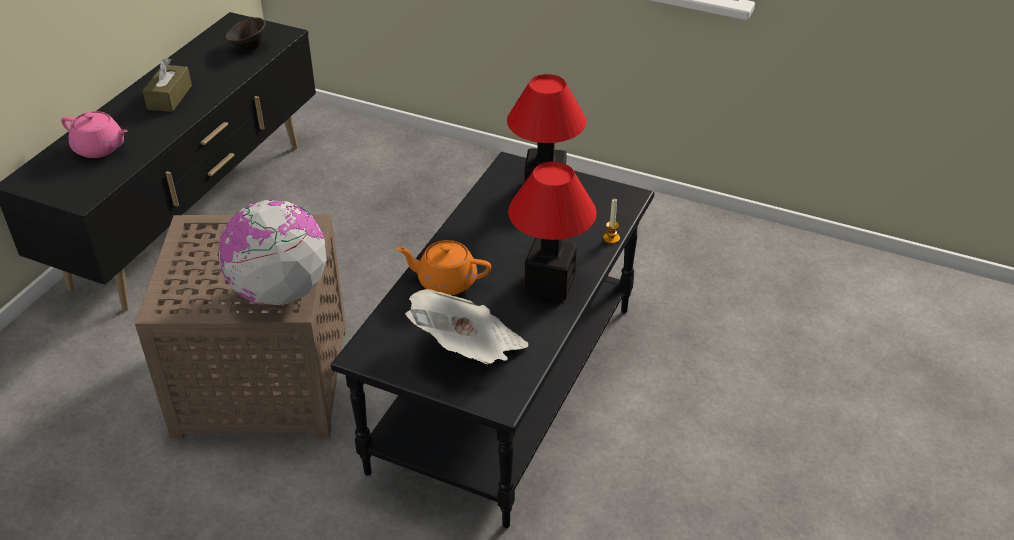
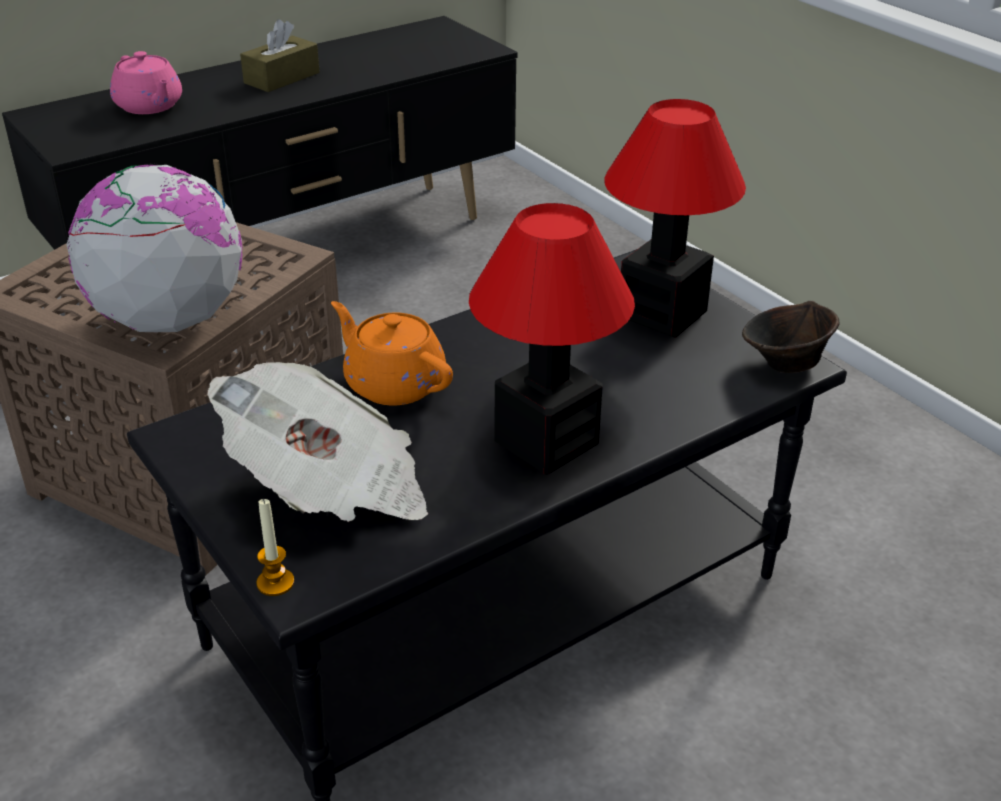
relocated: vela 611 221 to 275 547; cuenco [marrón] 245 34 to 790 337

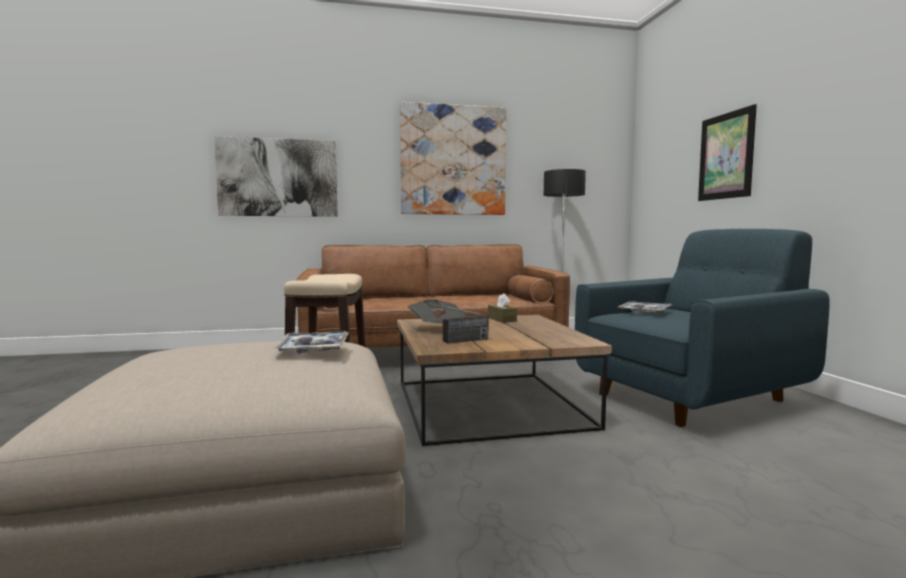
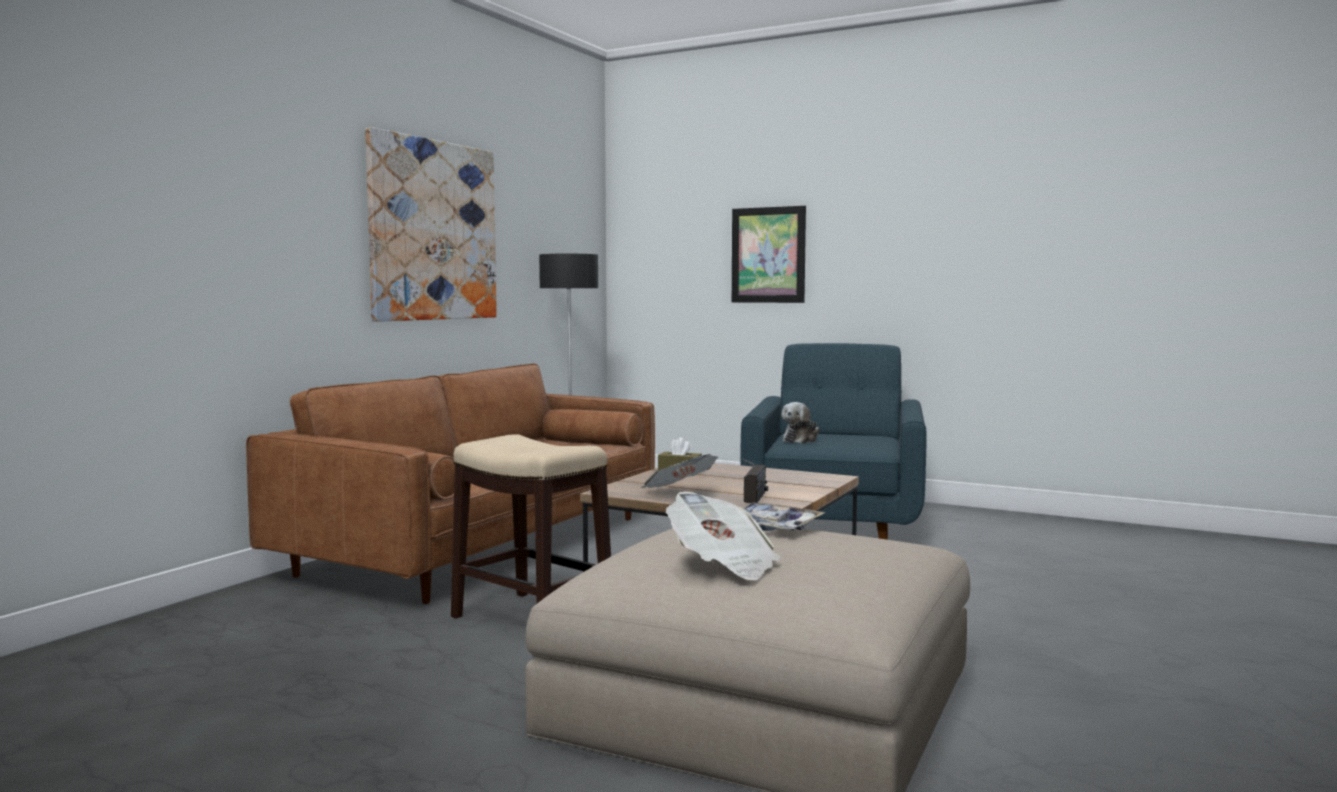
missing: cuadro 276 176
appeared: periódico 723 536
exchanged: bandeja 645 307 to peluche 800 422

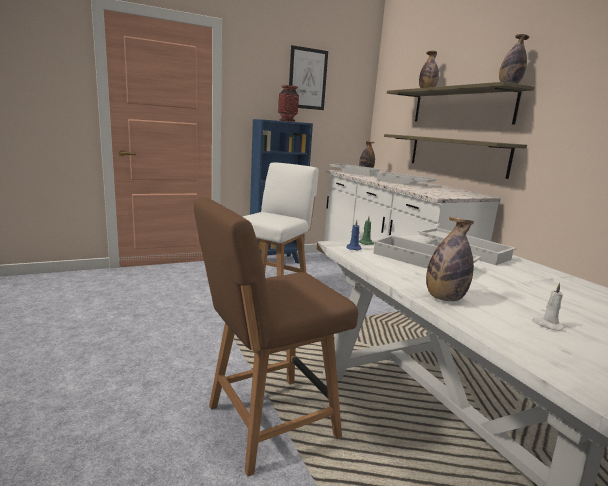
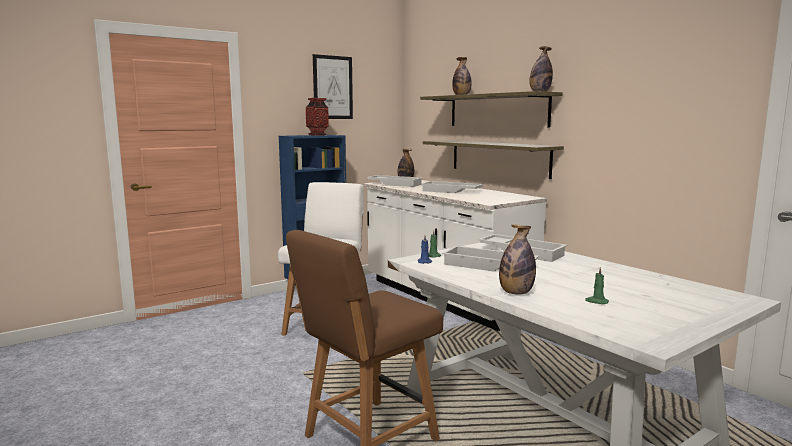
colour: vela [blanco] 548 307 to vela [verde] 597 285

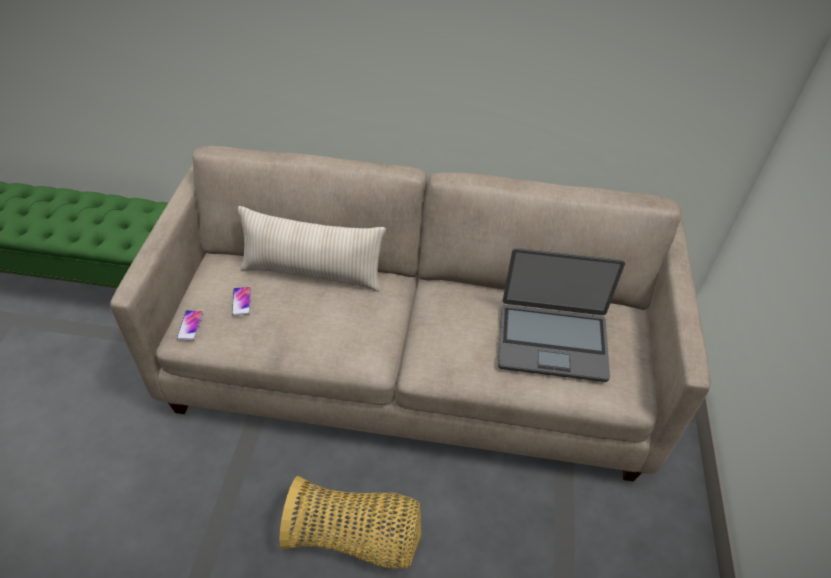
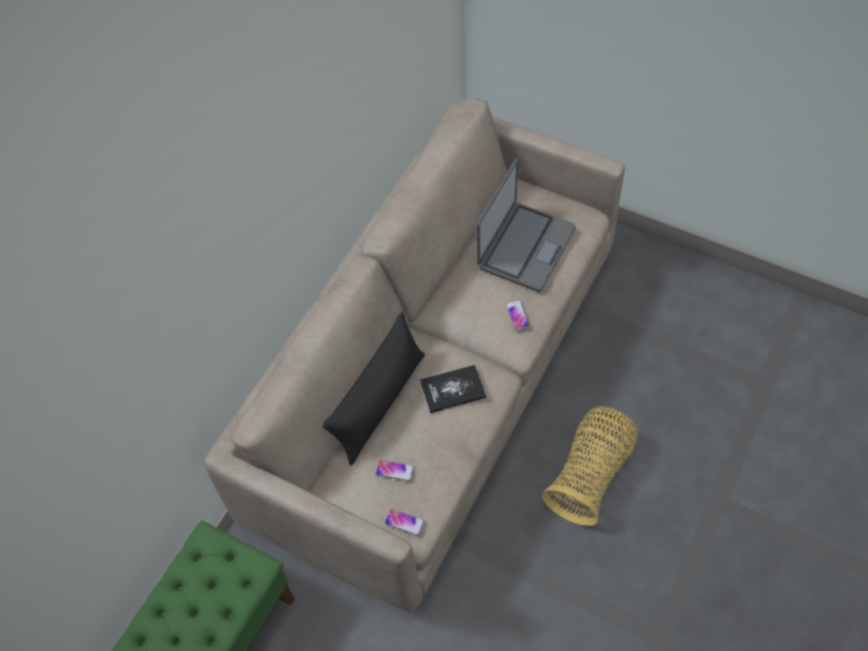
appeared: libro 453 389; móvil 517 315
colour: cojín [beis] 312 249 to cojín [negro] 374 389

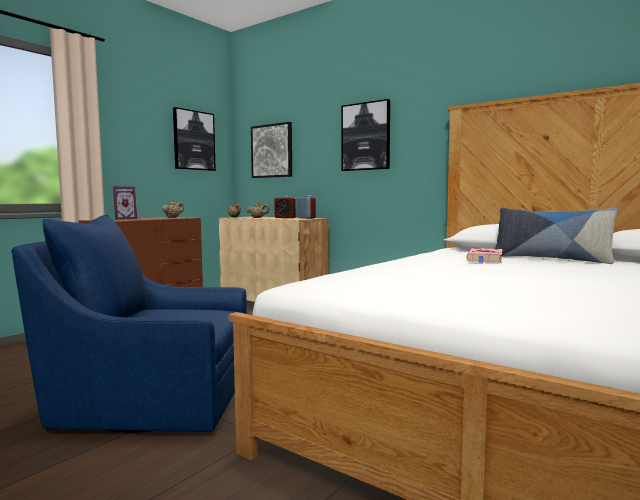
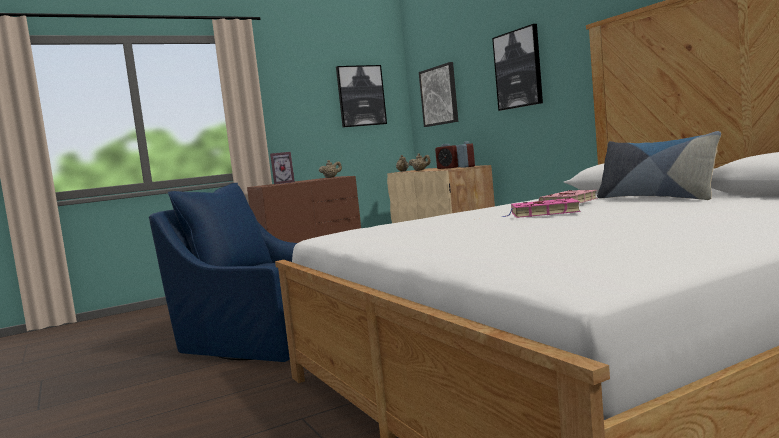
appeared: libro [rosa] 540 208

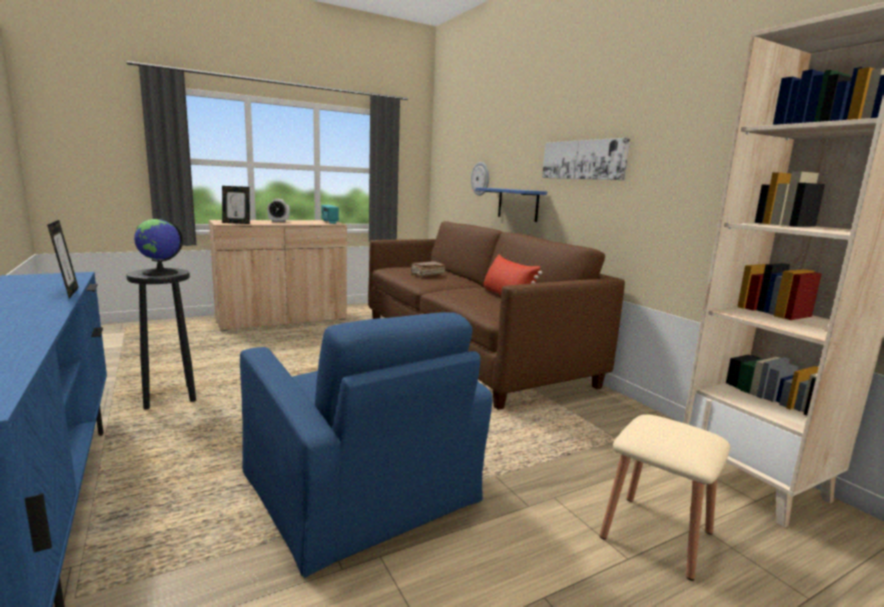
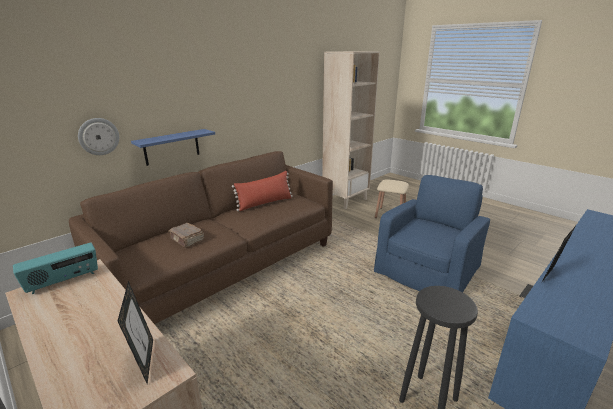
missing: globo terráqueo 158 247; despertador 278 210; cuadro 586 159

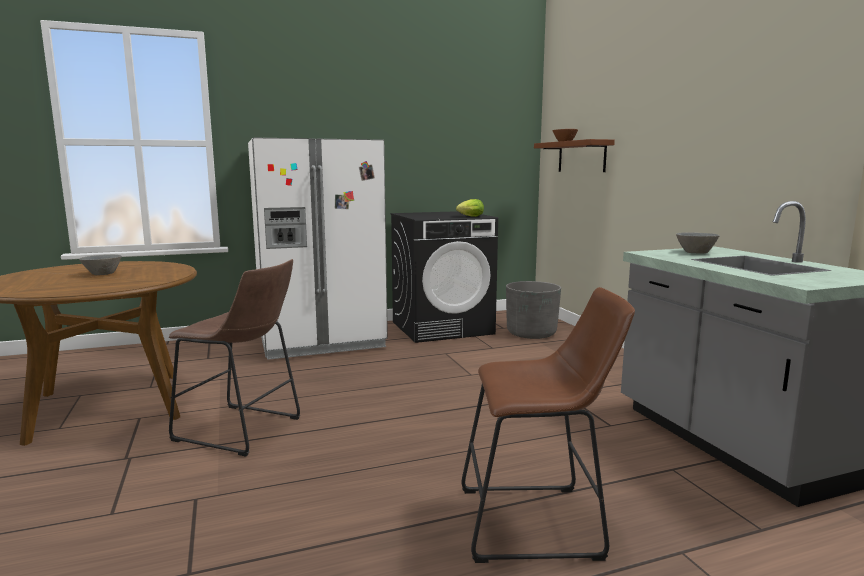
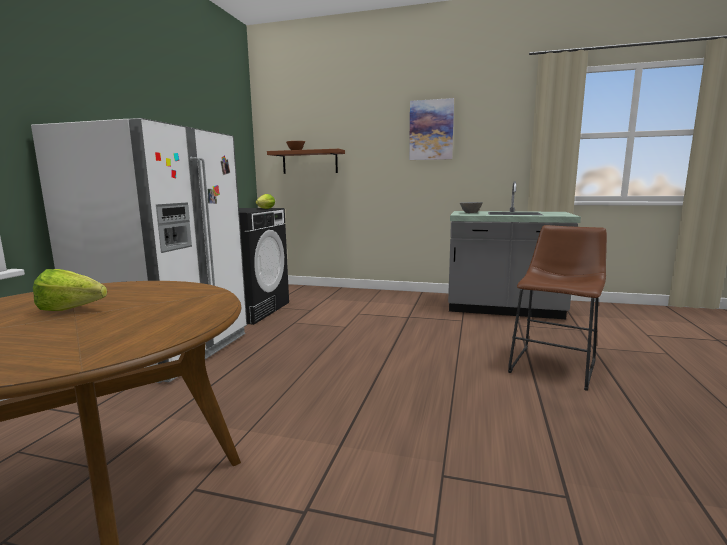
missing: taburete [marrón] 234 358; maceta [gris] 533 310
appeared: cuadro 431 129
exchanged: cuenco [gris] 100 265 to lechuga 70 290

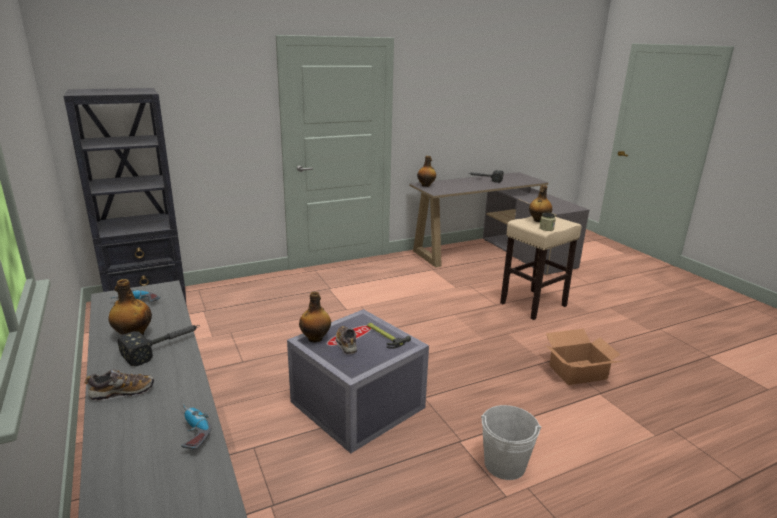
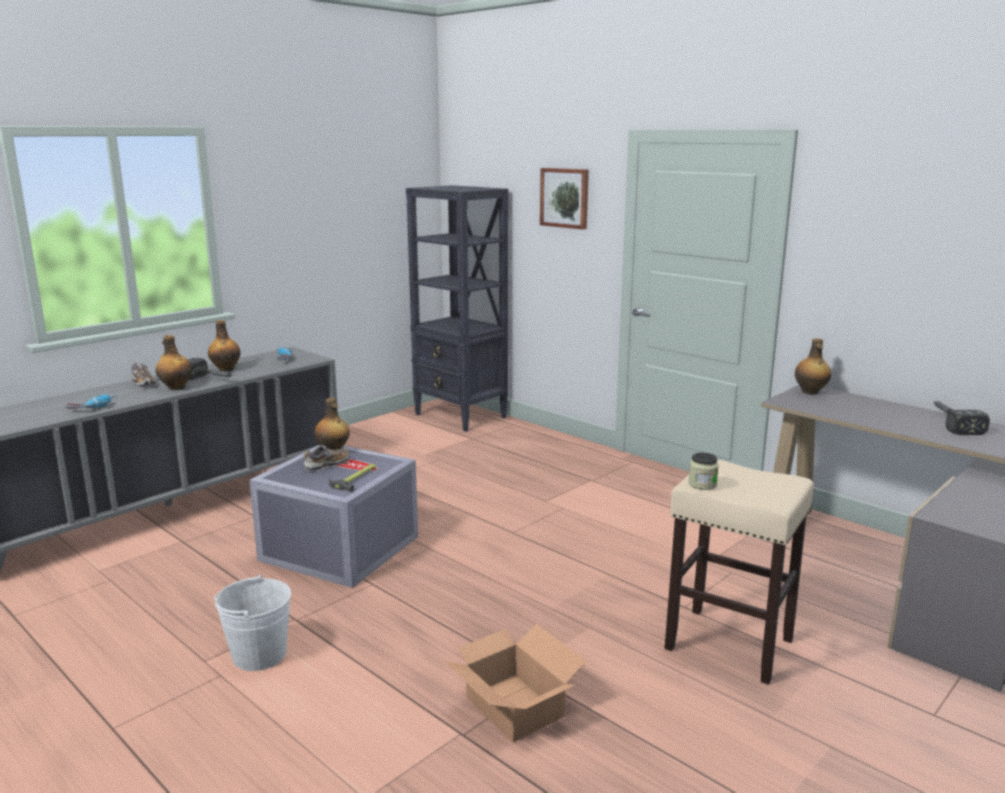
appeared: cuadro 564 199
relocated: botella 540 203 to 174 362

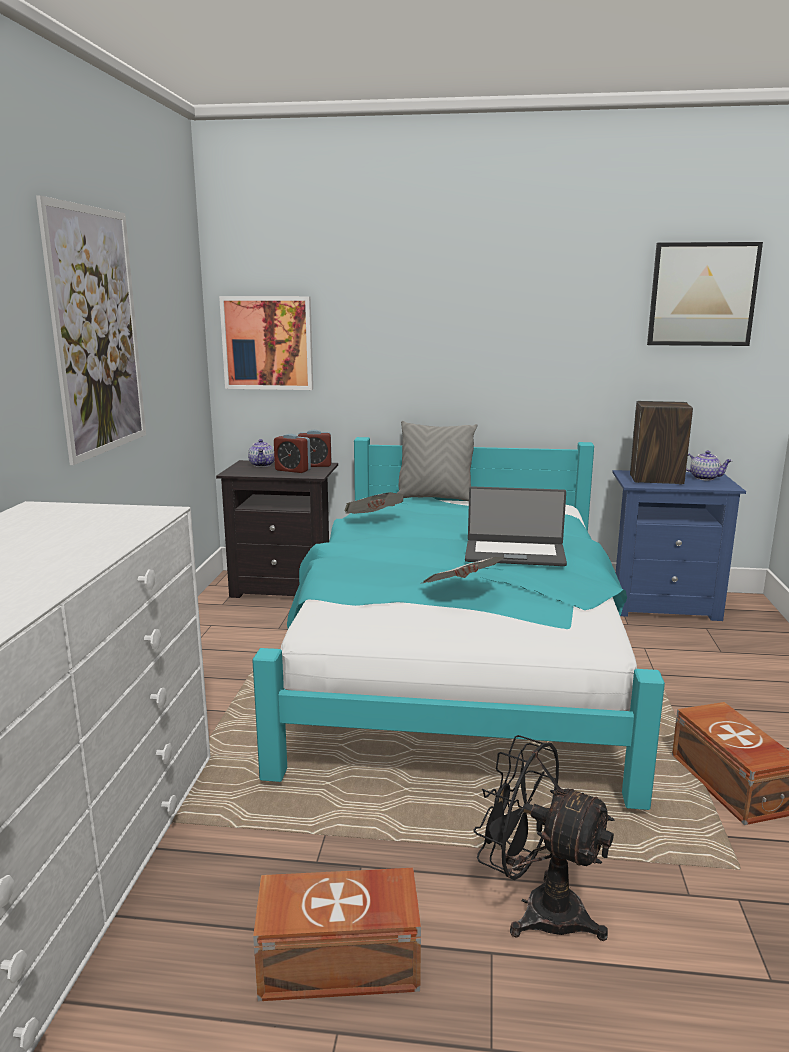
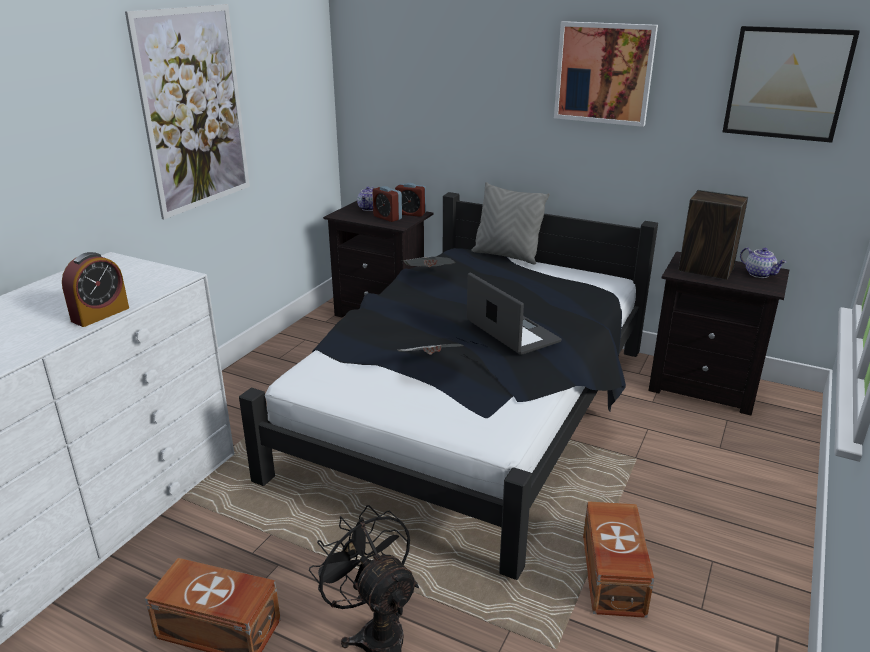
appeared: despertador 95 289
relocated: cuadro 266 343 to 606 74
colour: cama [turquesa] 458 623 to cama [negro] 448 386; mesita de noche [azul] 679 545 to mesita de noche [negro] 718 333
spun: portátil 516 526 = 514 314 150 degrees counterclockwise

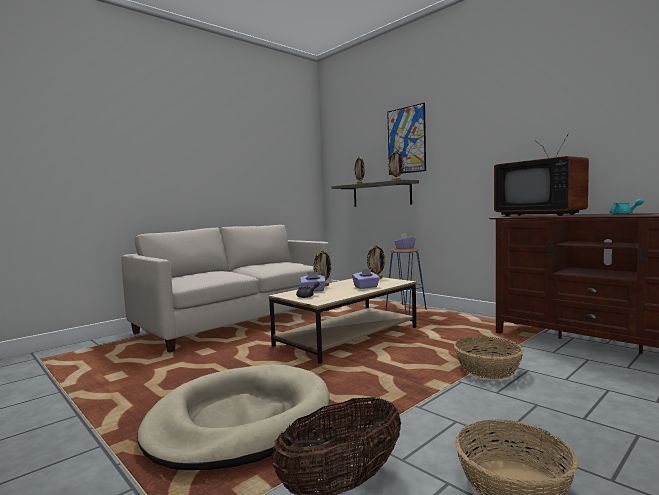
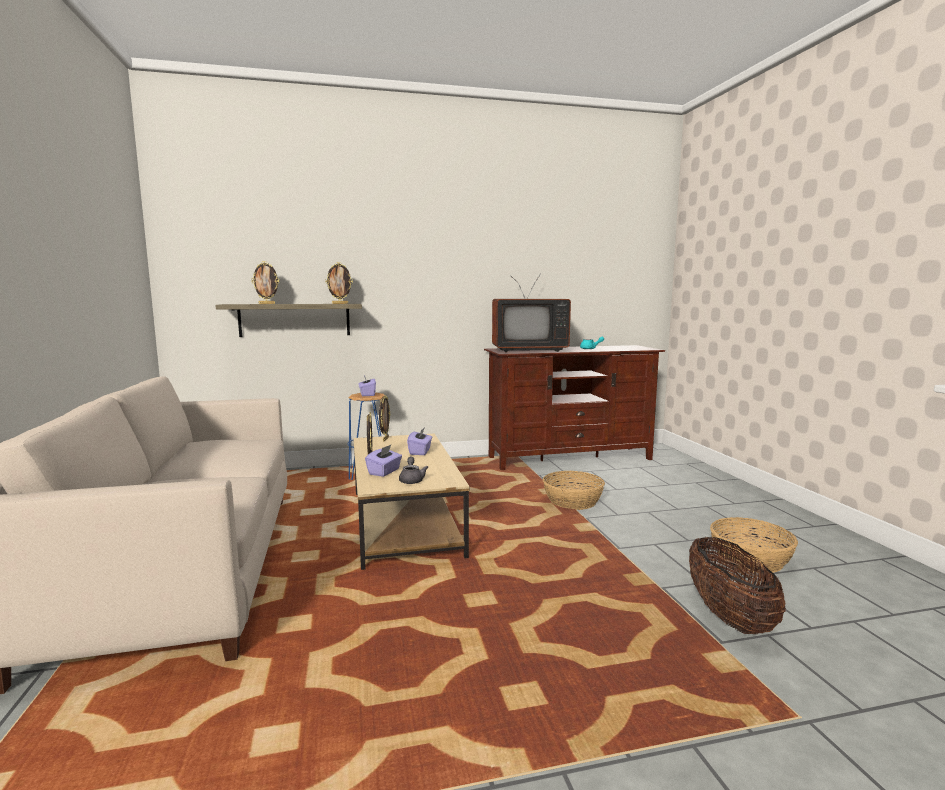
missing: cama para perro [beis] 234 417; cuadro 406 139

